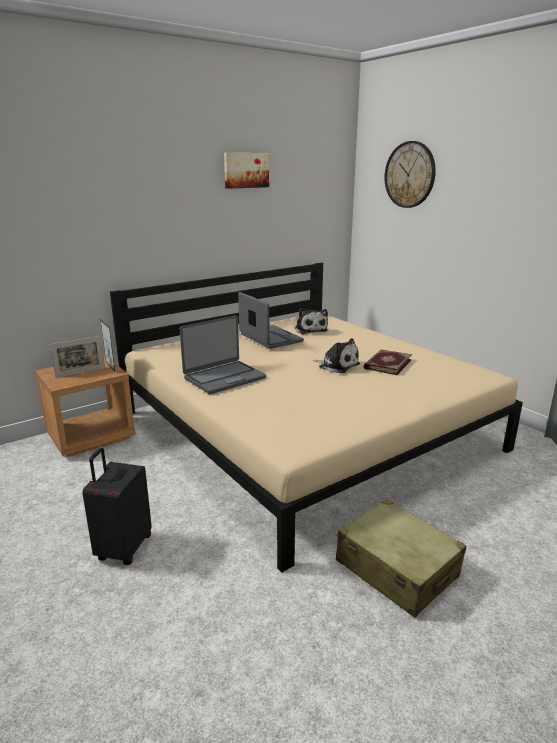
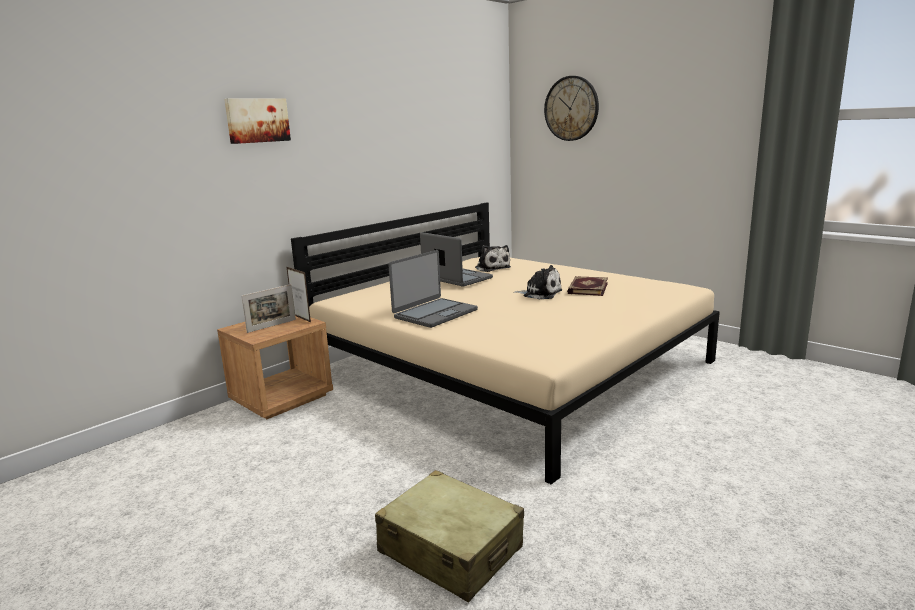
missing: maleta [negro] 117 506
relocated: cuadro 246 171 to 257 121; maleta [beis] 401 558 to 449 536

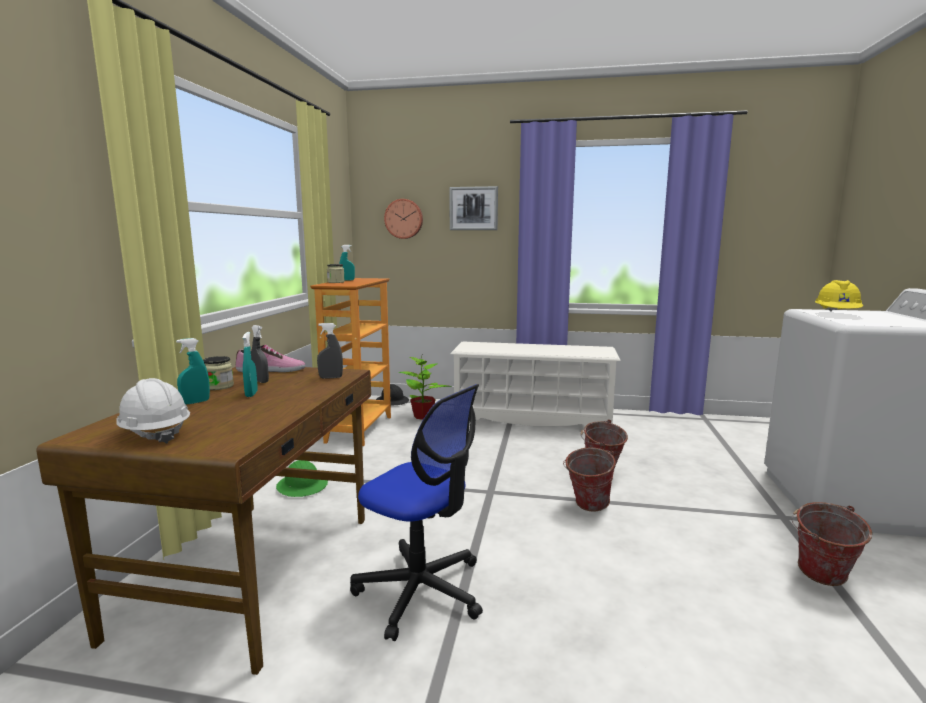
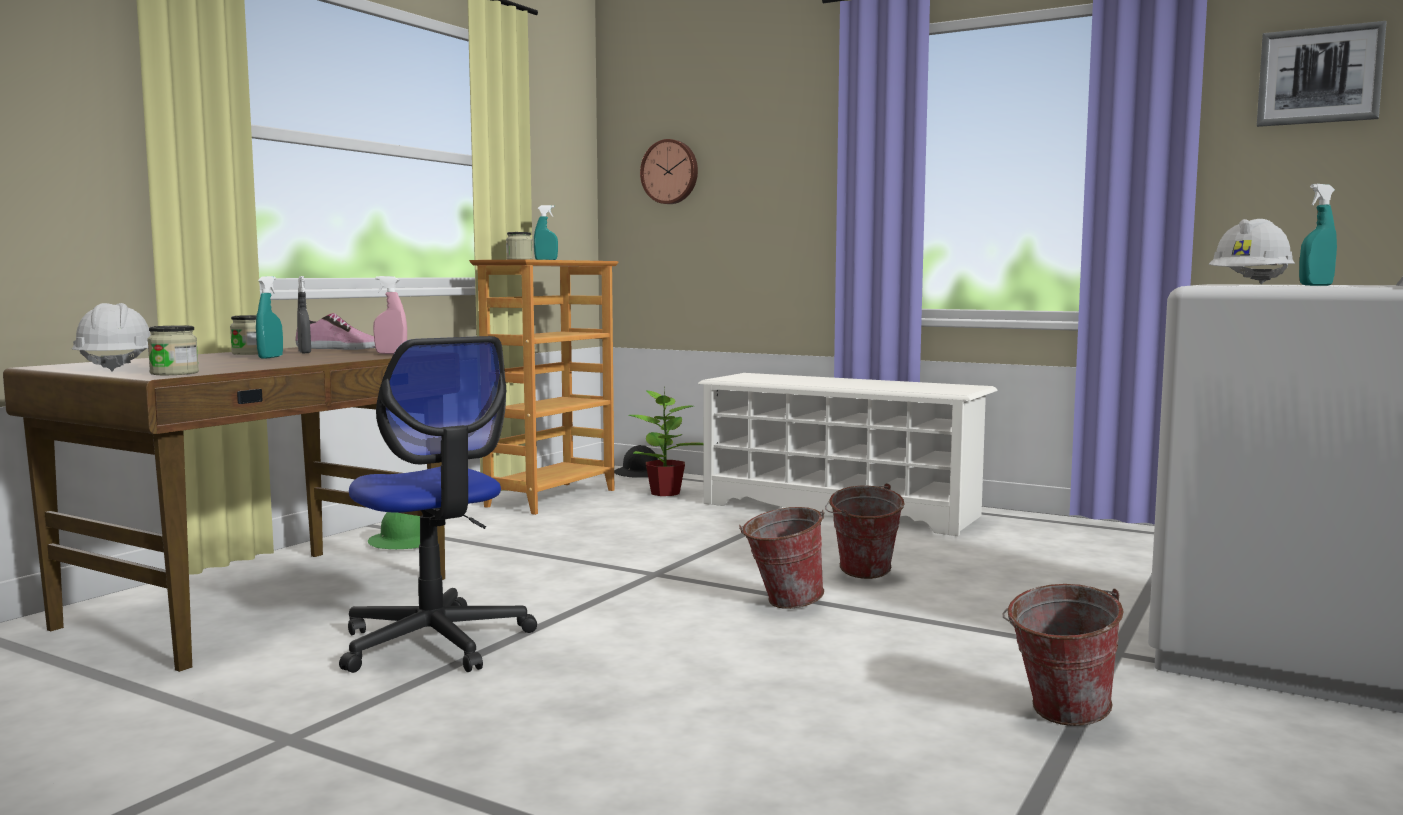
appeared: tarro 173 350
relocated: cuadro 473 208 to 1322 74; pulverizador [turquesa] 193 371 to 1318 235
colour: pulverizador [gris] 330 351 to pulverizador [rosa] 390 315; casco [amarillo] 839 296 to casco [blanco] 1252 251

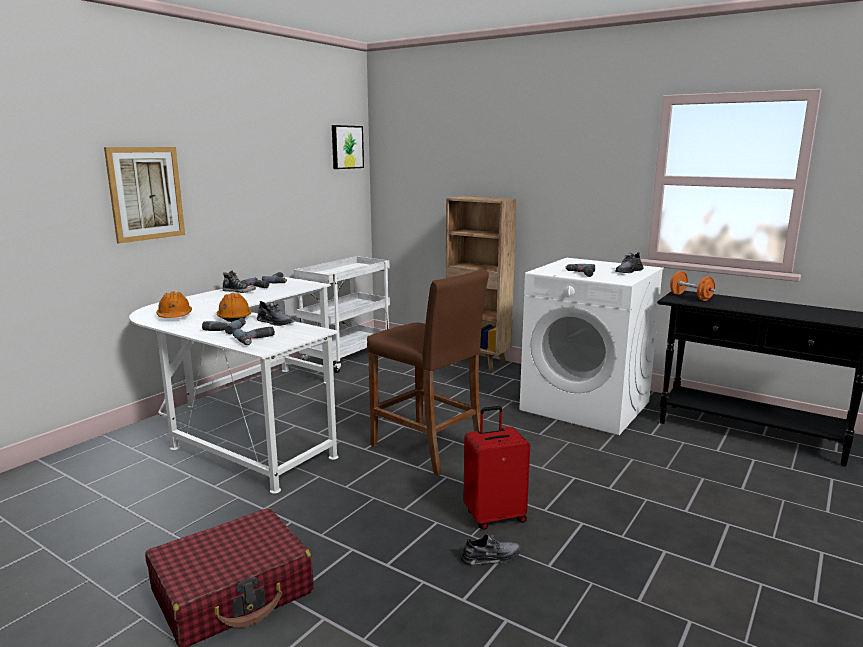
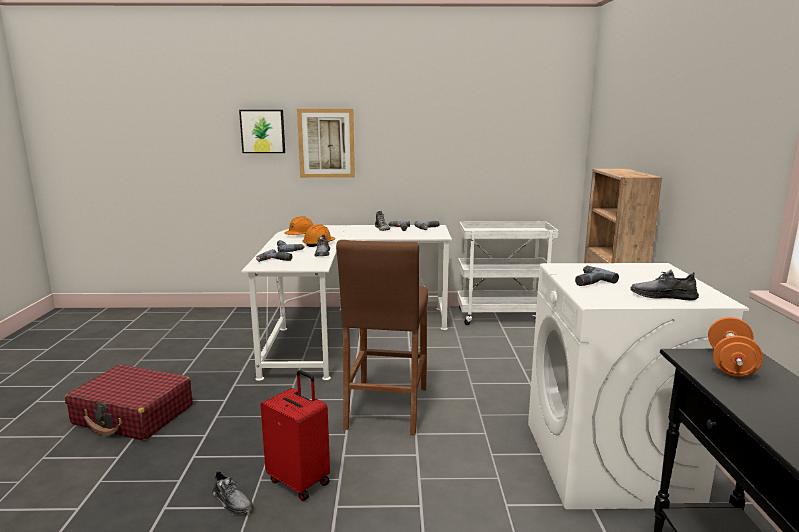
relocated: cuadro 348 147 to 262 131

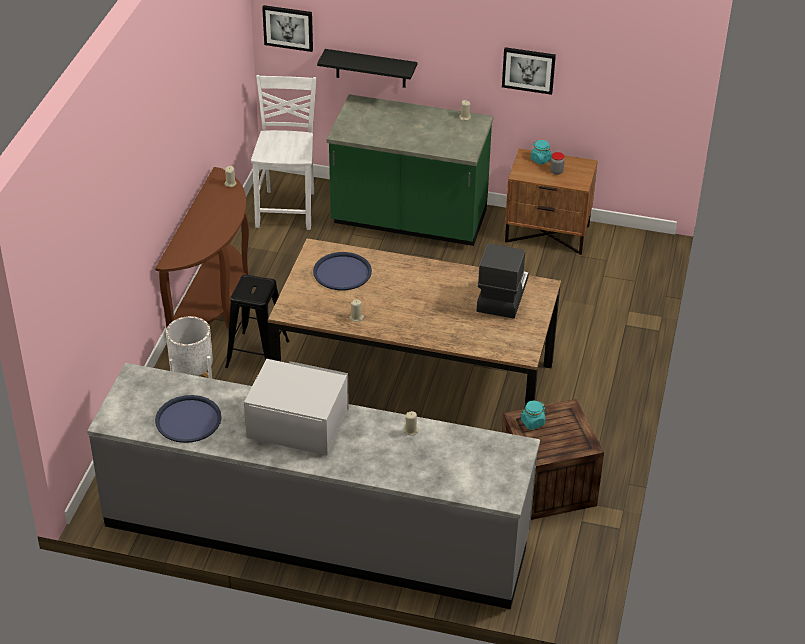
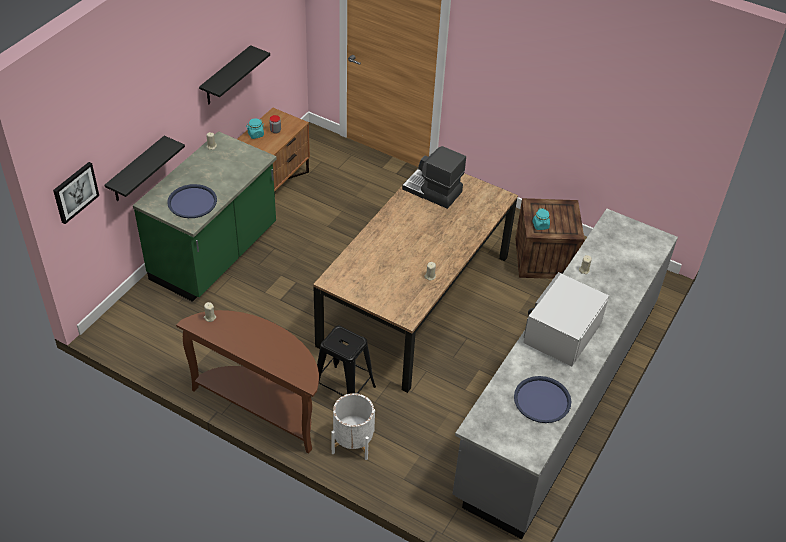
missing: silla [blanco] 284 152
relocated: bandeja [azul] 342 271 to 192 201
exchanged: cuadro 529 71 to estante [negro] 234 74

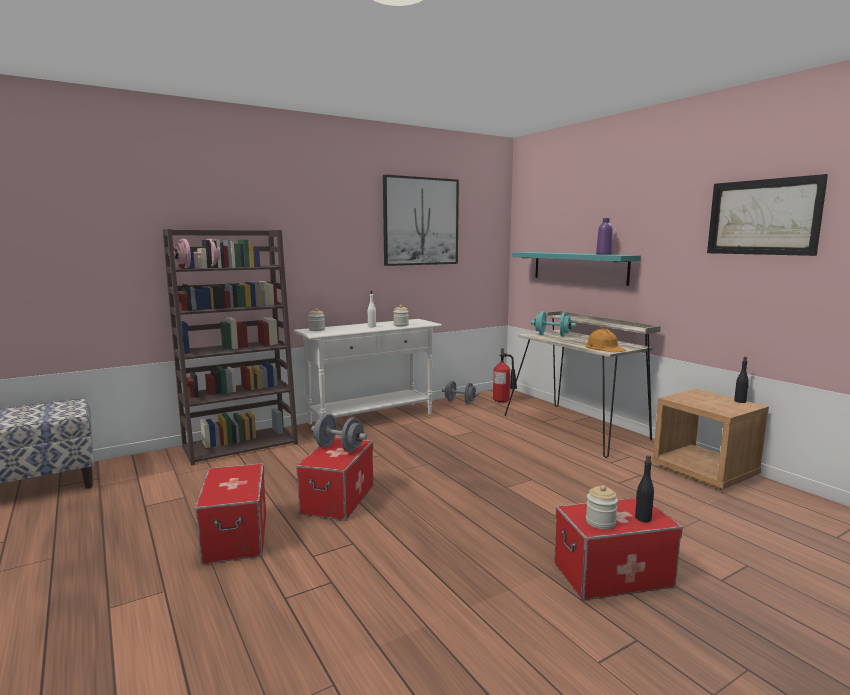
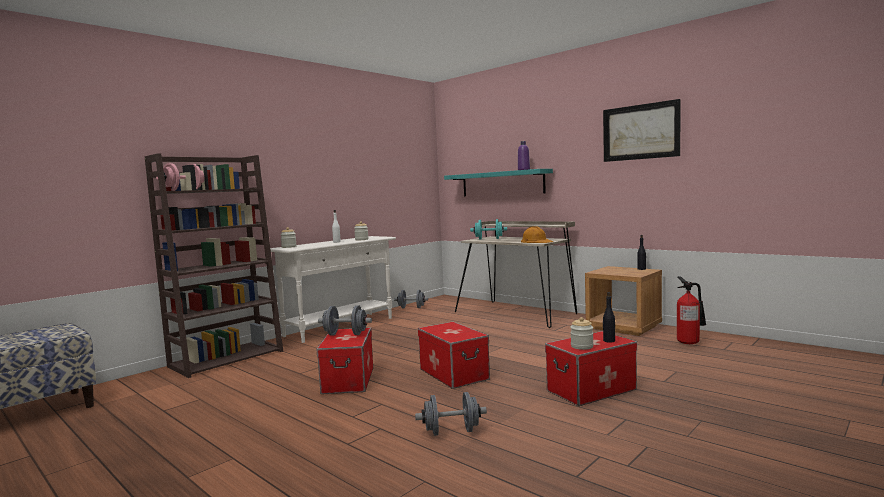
missing: cuadro 421 220
appeared: mancuerna [gris] 451 414
relocated: caja de almacenaje 230 513 to 454 355; extintor 505 375 to 691 310

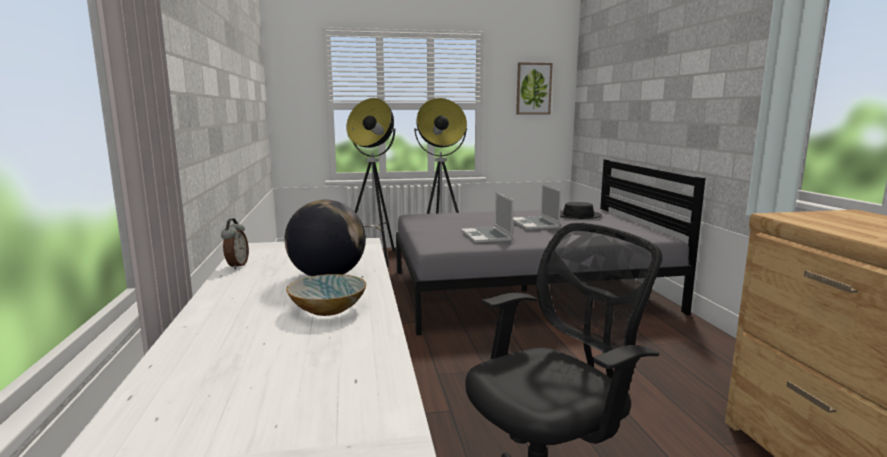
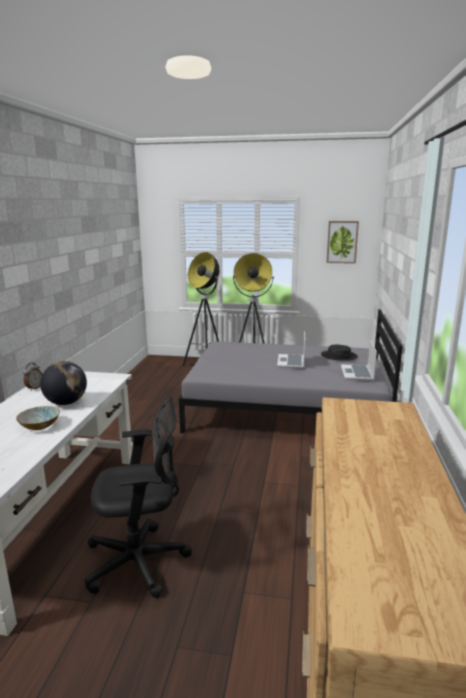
relocated: portátil 487 217 to 359 360

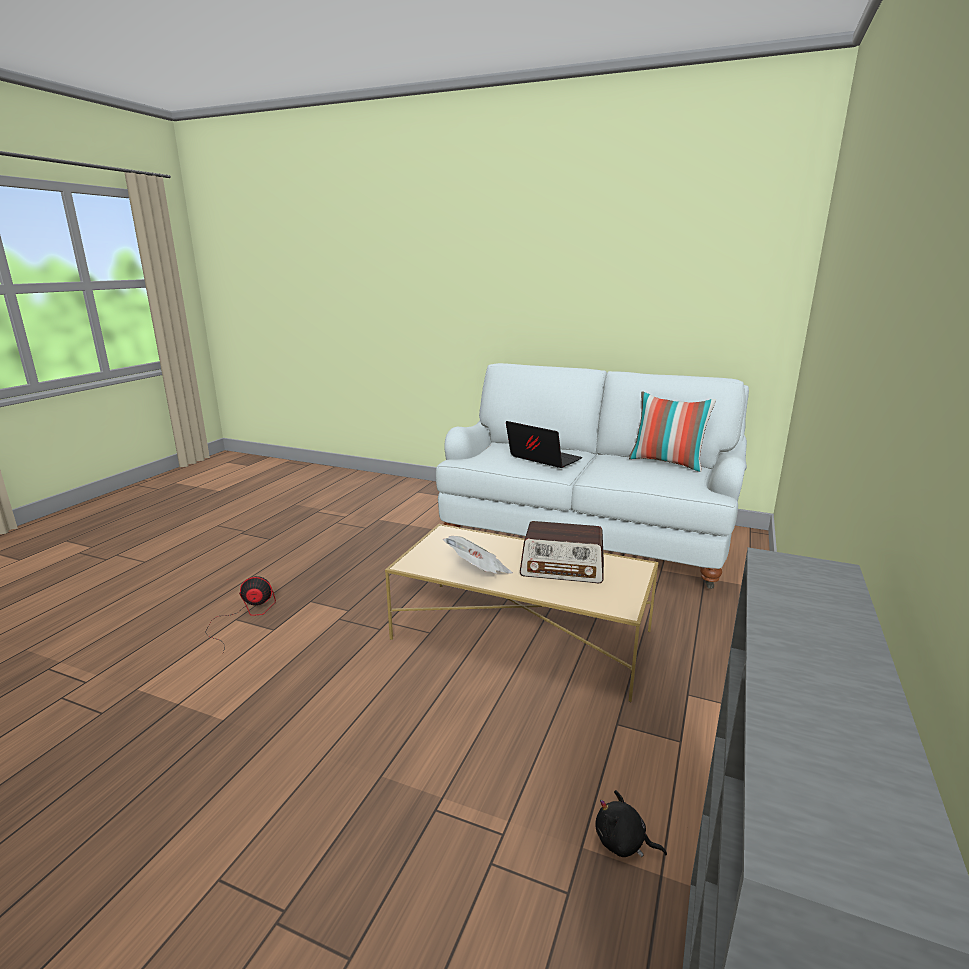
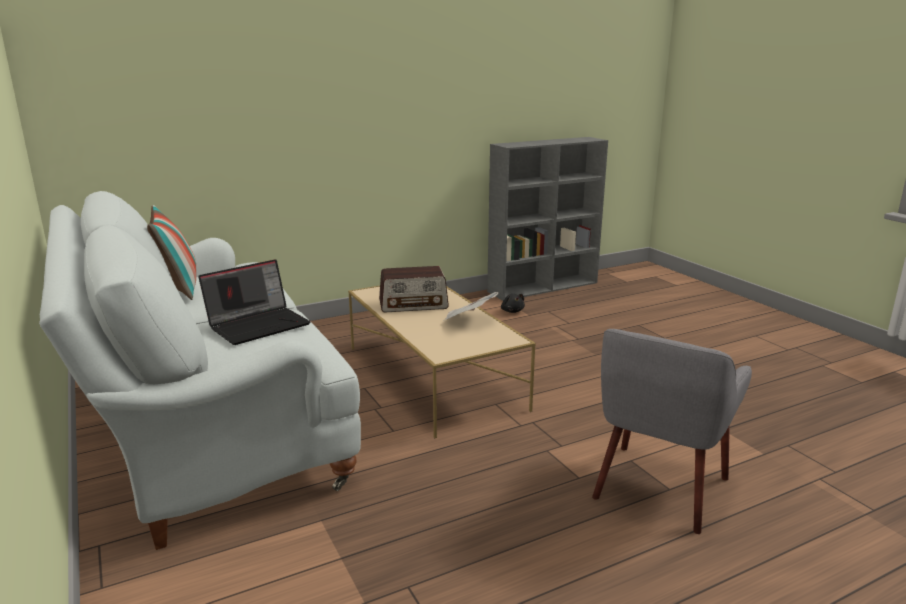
exchanged: ventilador 241 614 to sillón [gris] 672 431
spun: portátil 544 444 = 254 302 120 degrees counterclockwise; radio 562 552 = 414 289 120 degrees clockwise

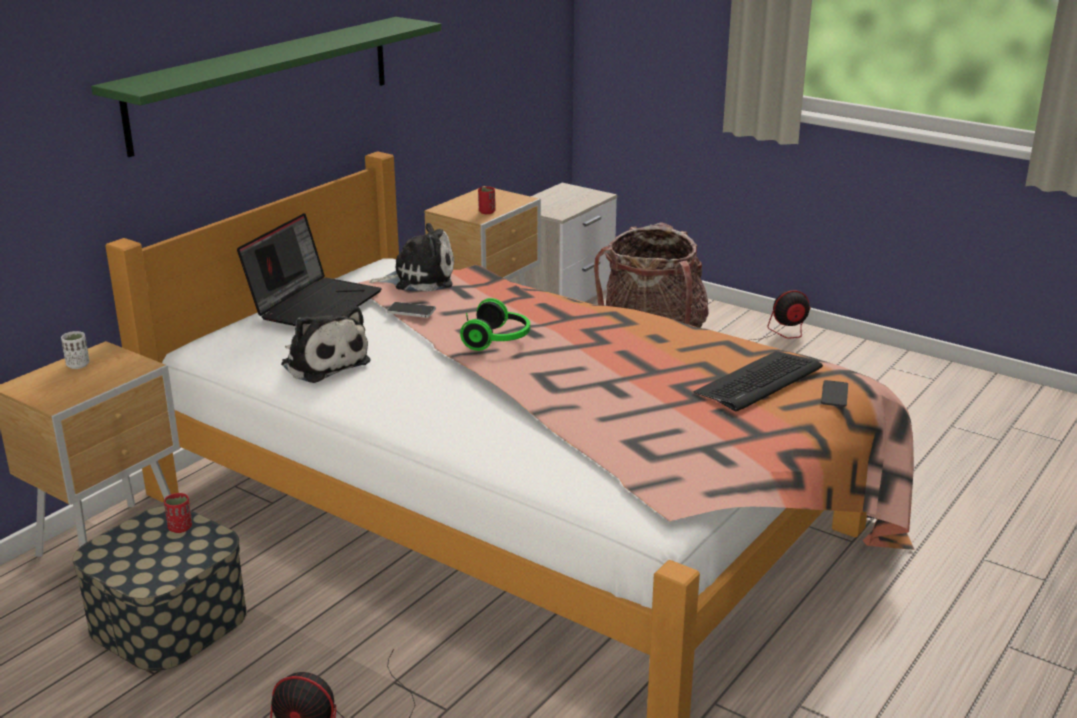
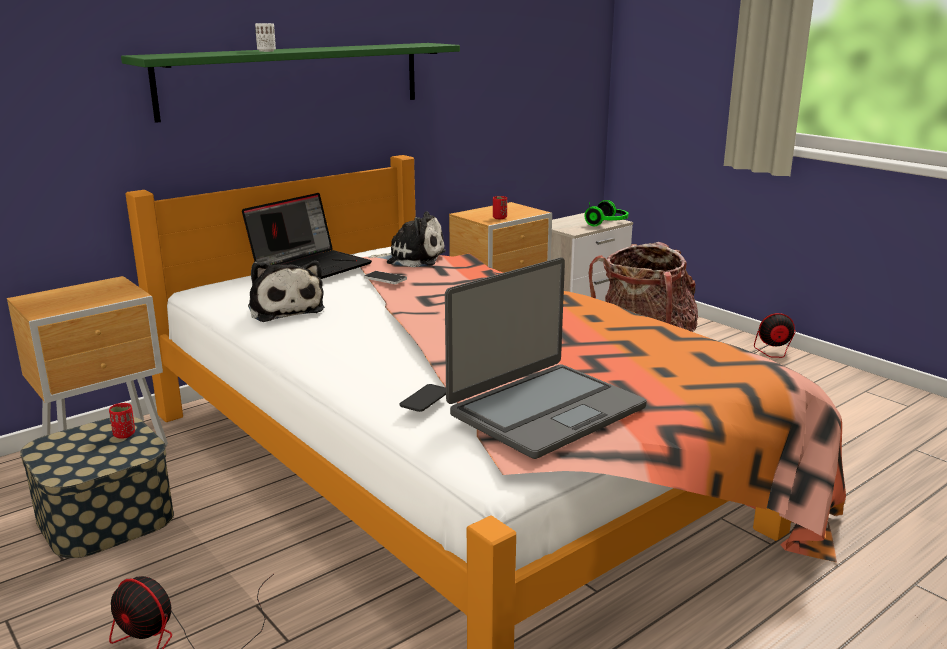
missing: teclado 758 381
appeared: portátil 546 358
relocated: taza [blanco] 75 350 to 265 37; móvil 834 393 to 423 398; auriculares 495 324 to 606 213

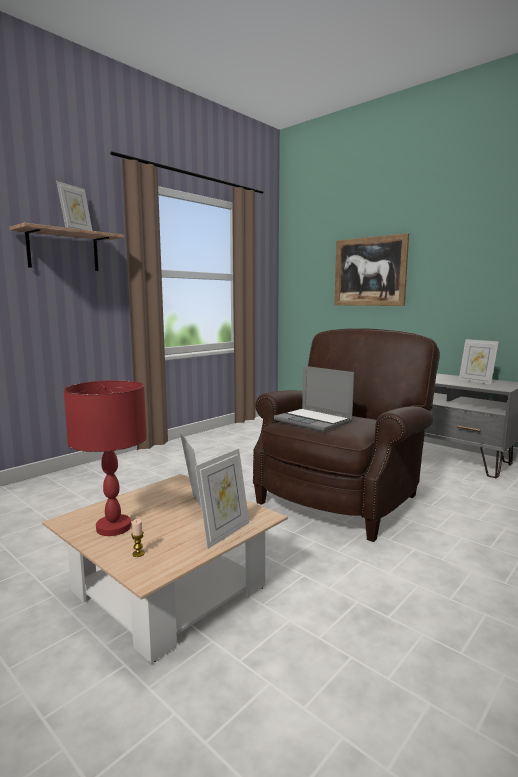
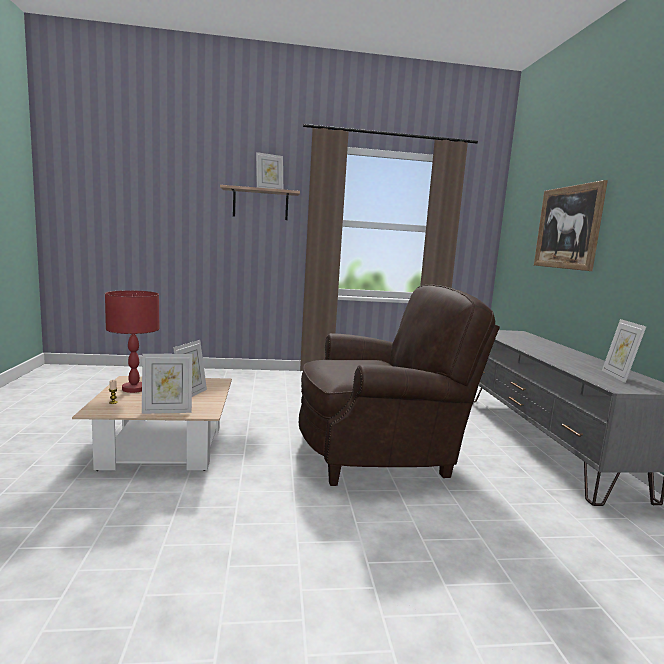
missing: portátil 314 399

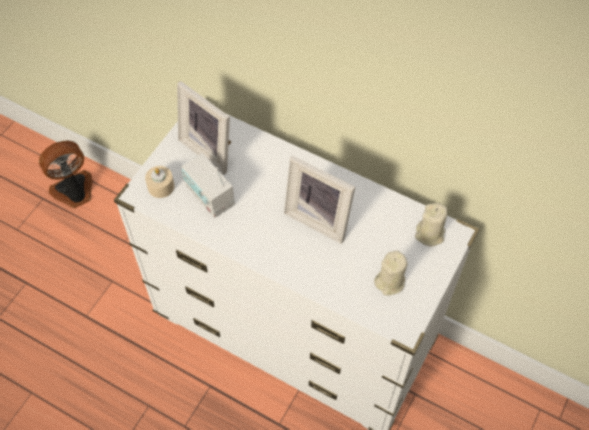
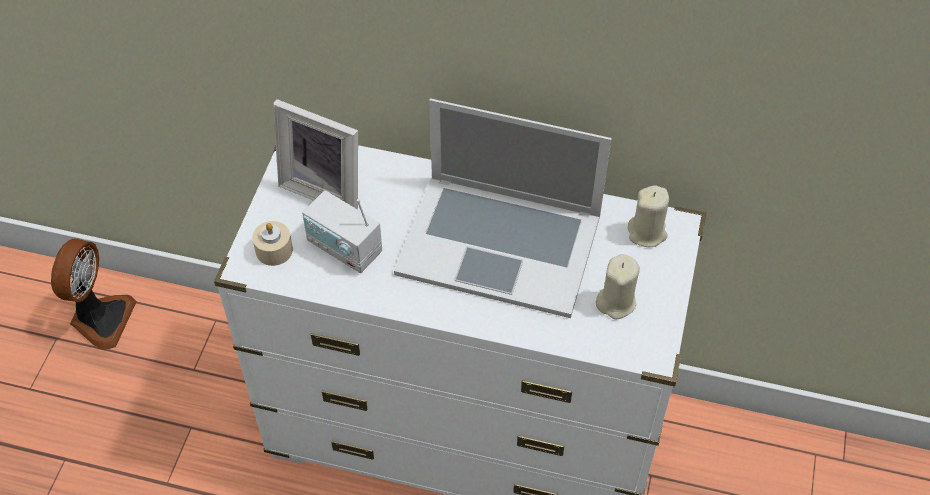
exchanged: portarretratos 319 200 to portátil 503 208
spun: ventilador 65 174 = 94 294 150 degrees clockwise

